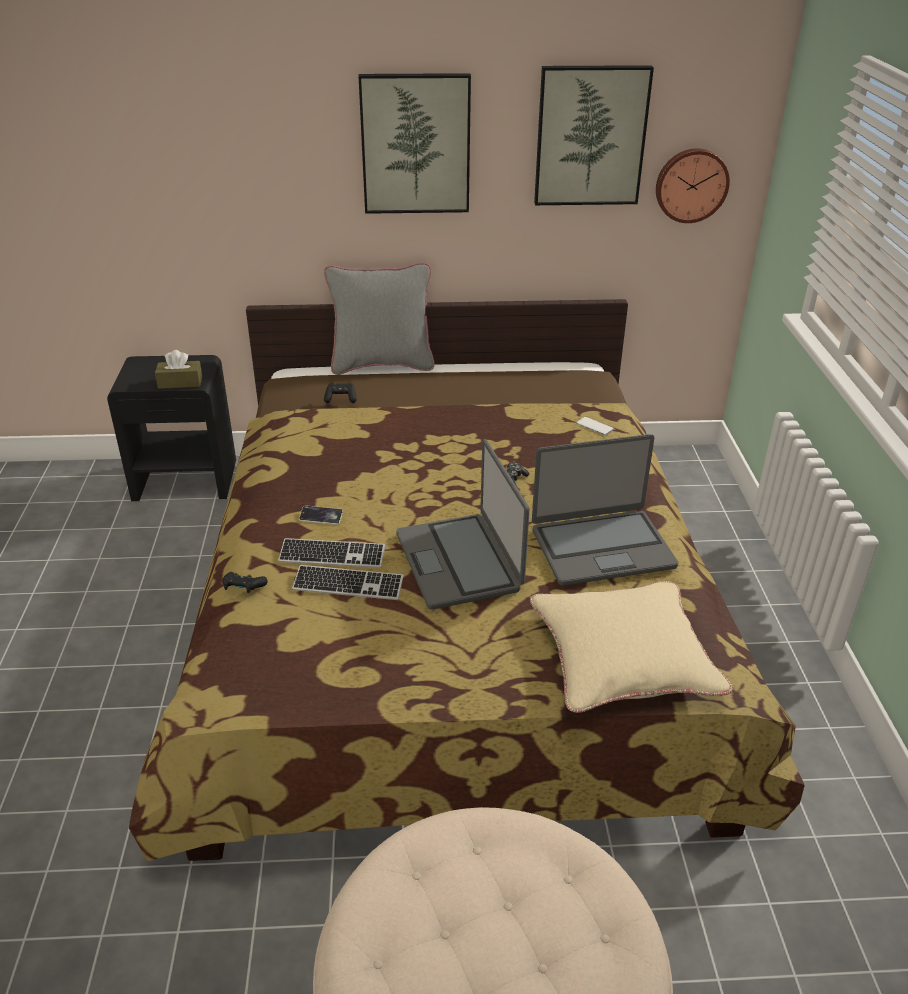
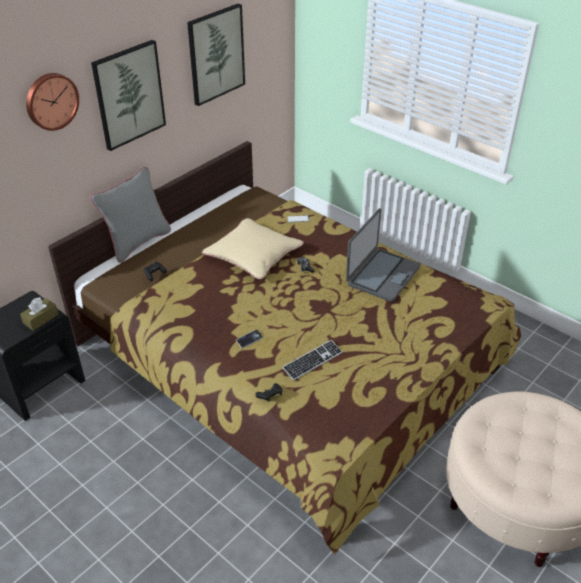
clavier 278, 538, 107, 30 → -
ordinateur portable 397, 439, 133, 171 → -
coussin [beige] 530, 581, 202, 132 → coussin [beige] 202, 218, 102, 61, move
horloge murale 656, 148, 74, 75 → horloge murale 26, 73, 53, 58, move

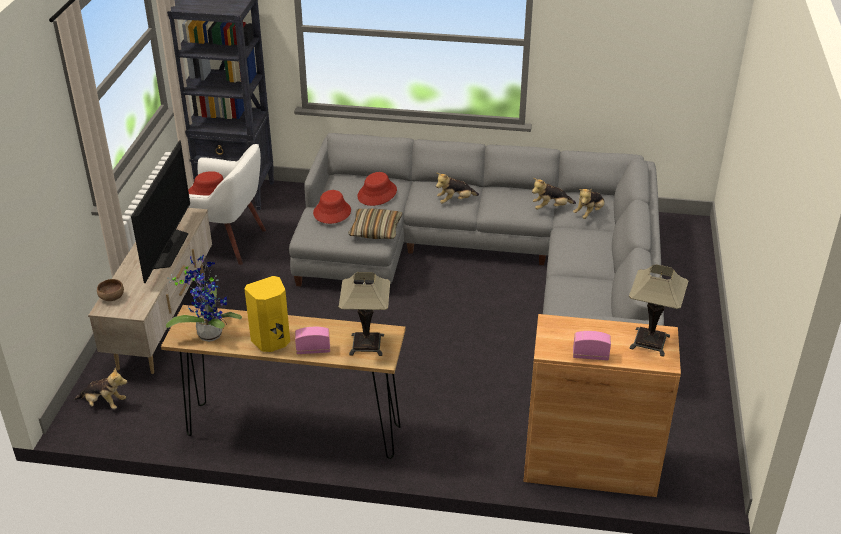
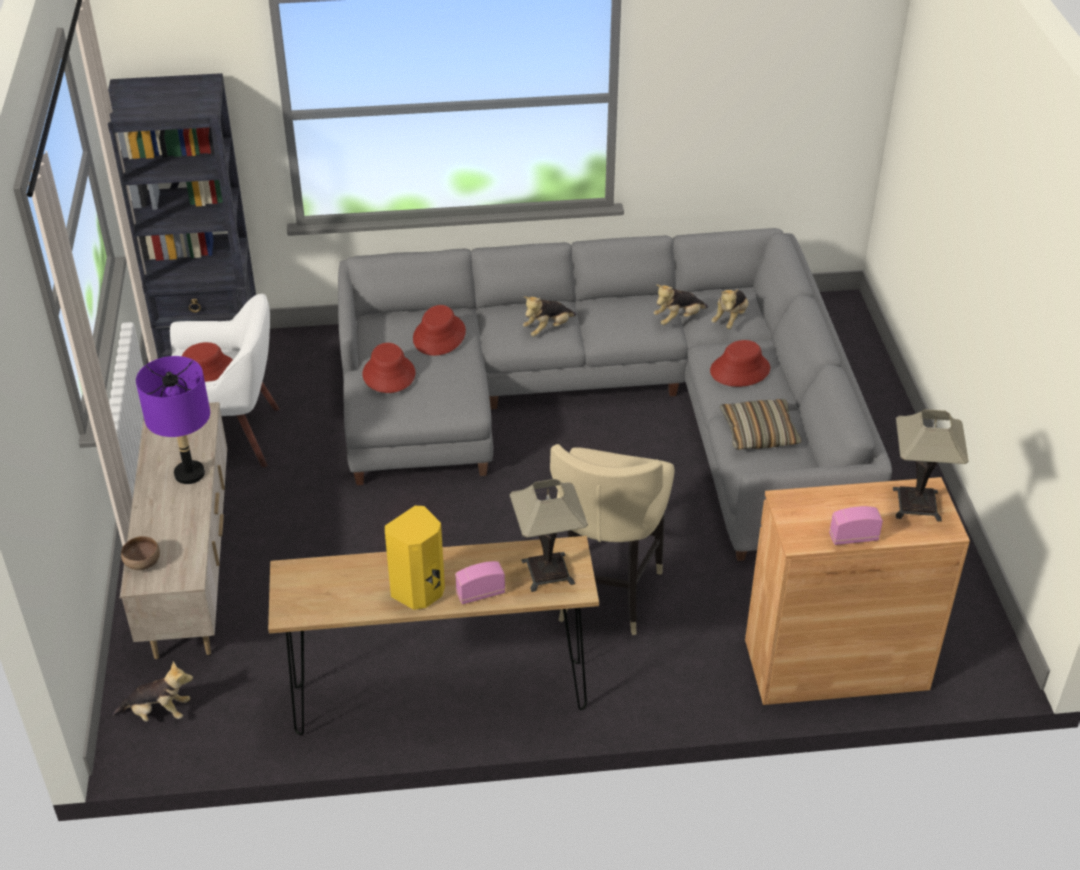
téléviseur 131, 140, 59, 143 → lampe de table [violet] 136, 356, 74, 128
plante en pot 166, 254, 76, 88 → -
coussin 348, 208, 54, 31 → coussin 720, 399, 81, 51, move
- → tabouret [beige] 550, 444, 124, 191
- → chapeau [rouge] 710, 340, 60, 47

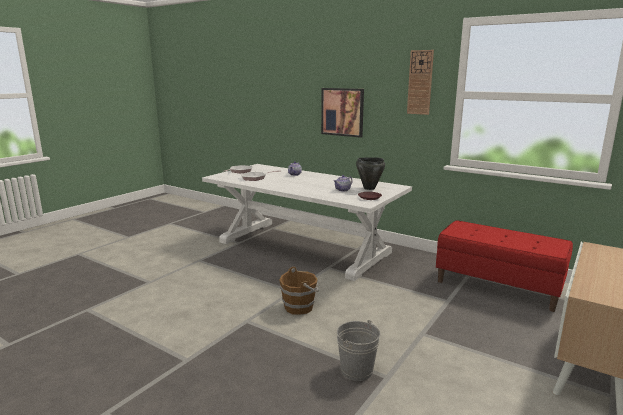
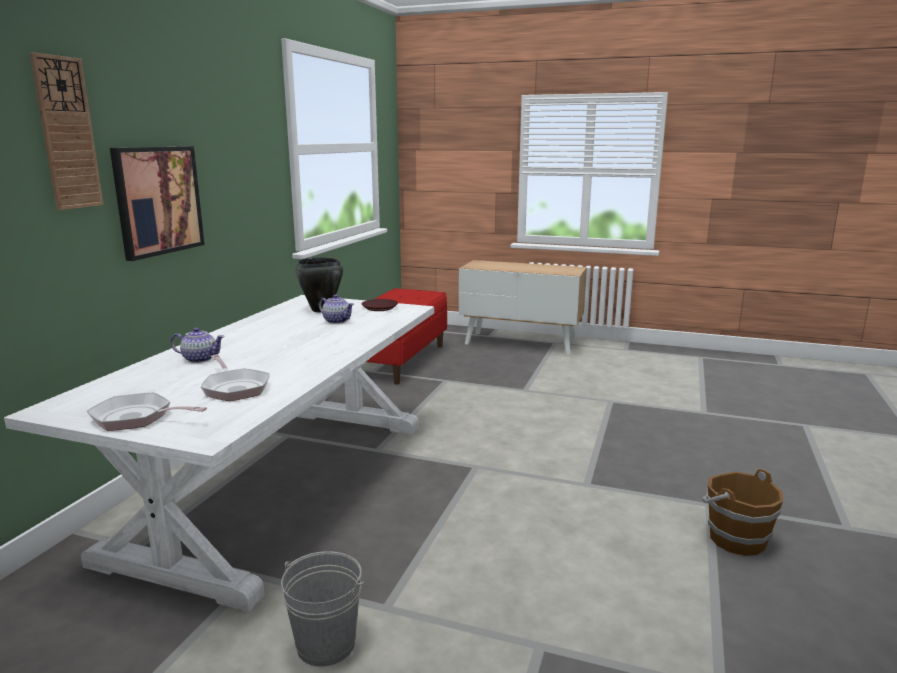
seau [marron] 279, 267, 40, 48 → seau [marron] 702, 469, 81, 87, move
seau [gris] 337, 320, 43, 61 → seau [gris] 281, 551, 83, 115, move
horloge murale 407, 50, 27, 65 → horloge murale 30, 52, 73, 158, move

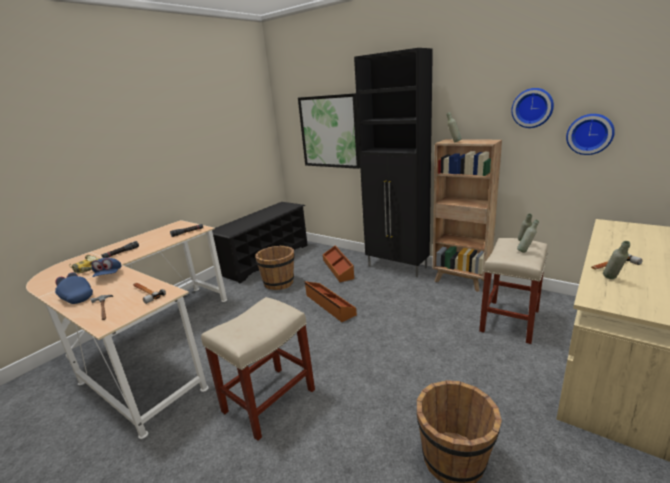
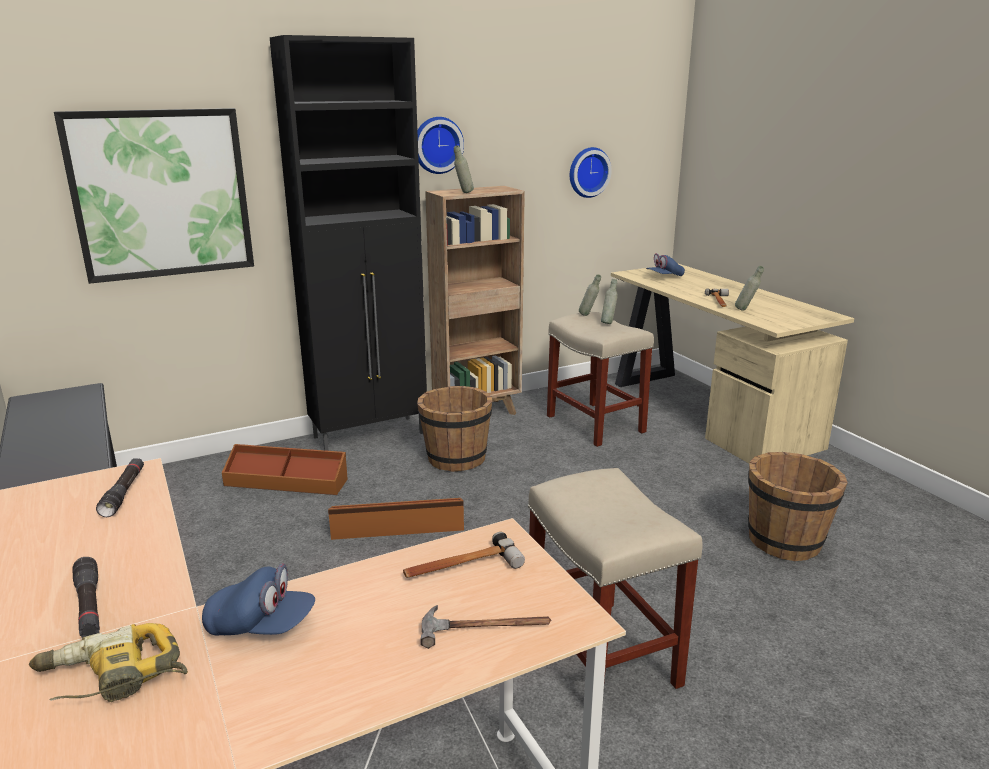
casquette [bleu] 55, 272, 38, 32 → casquette [bleu] 646, 253, 39, 23, move
seau [marron] 255, 246, 39, 44 → seau [marron] 417, 386, 75, 86, move
horloge murale 511, 88, 43, 40 → horloge murale 417, 117, 47, 57, move

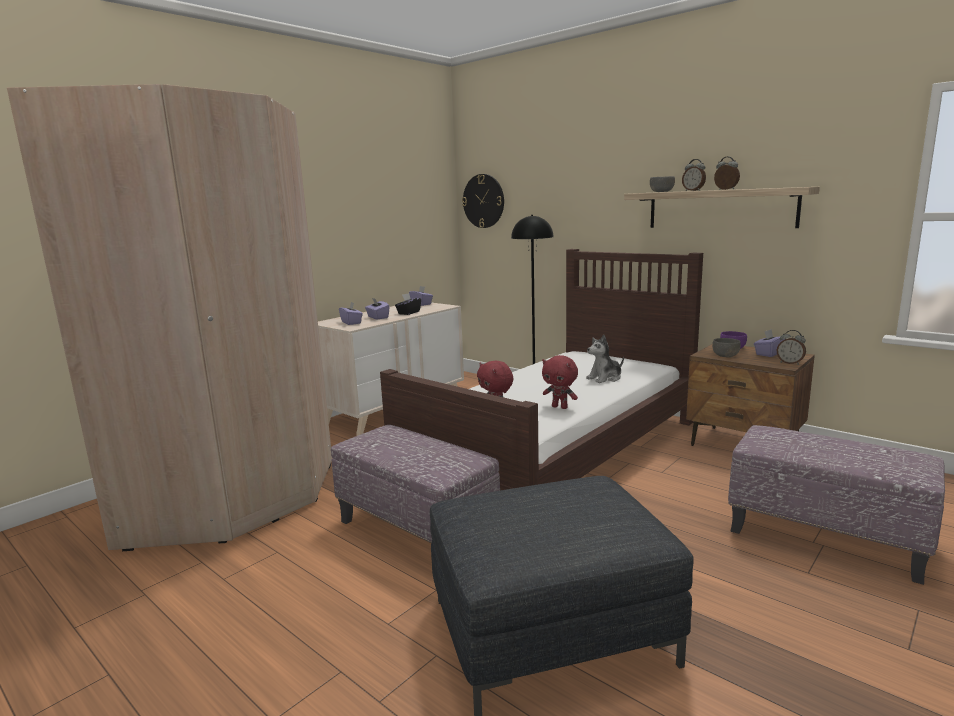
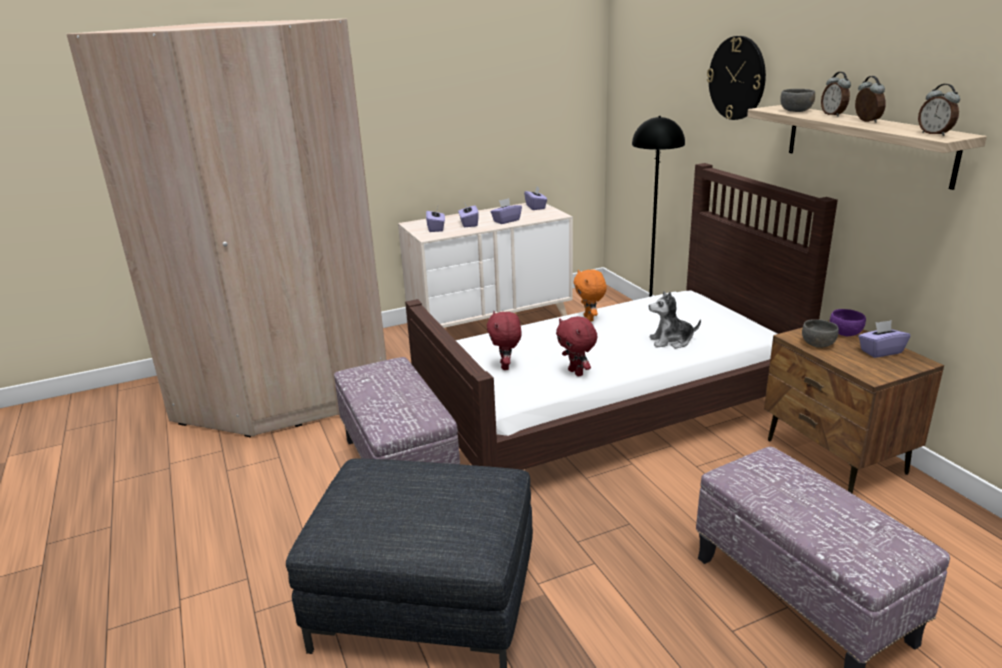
boîte à mouchoirs [noir] 395, 293, 26, 22 → boîte à mouchoirs [violet] 490, 198, 32, 26
horloge murale 462, 174, 42, 54 → horloge murale 707, 36, 59, 84, move
réveil 777, 330, 29, 35 → réveil 918, 84, 42, 52, move
- → peluche [orange] 574, 269, 33, 53

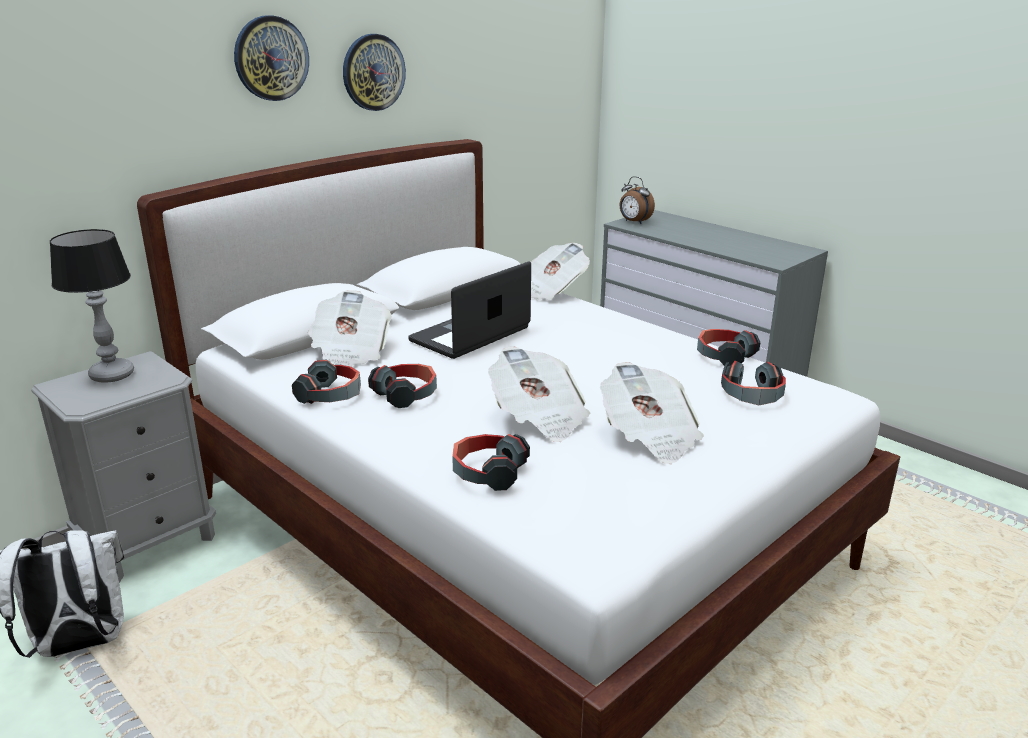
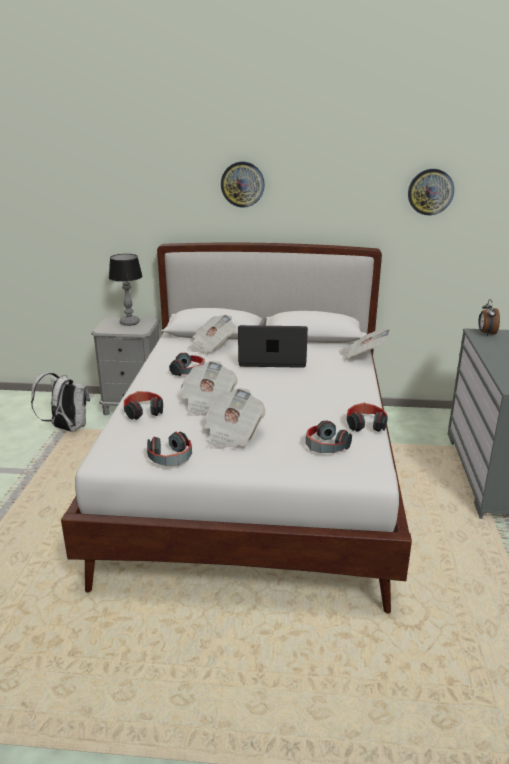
casque audio 292, 360, 69, 44 → casque audio 147, 432, 45, 34, move
horloge murale 343, 34, 63, 77 → horloge murale 408, 169, 46, 46, move

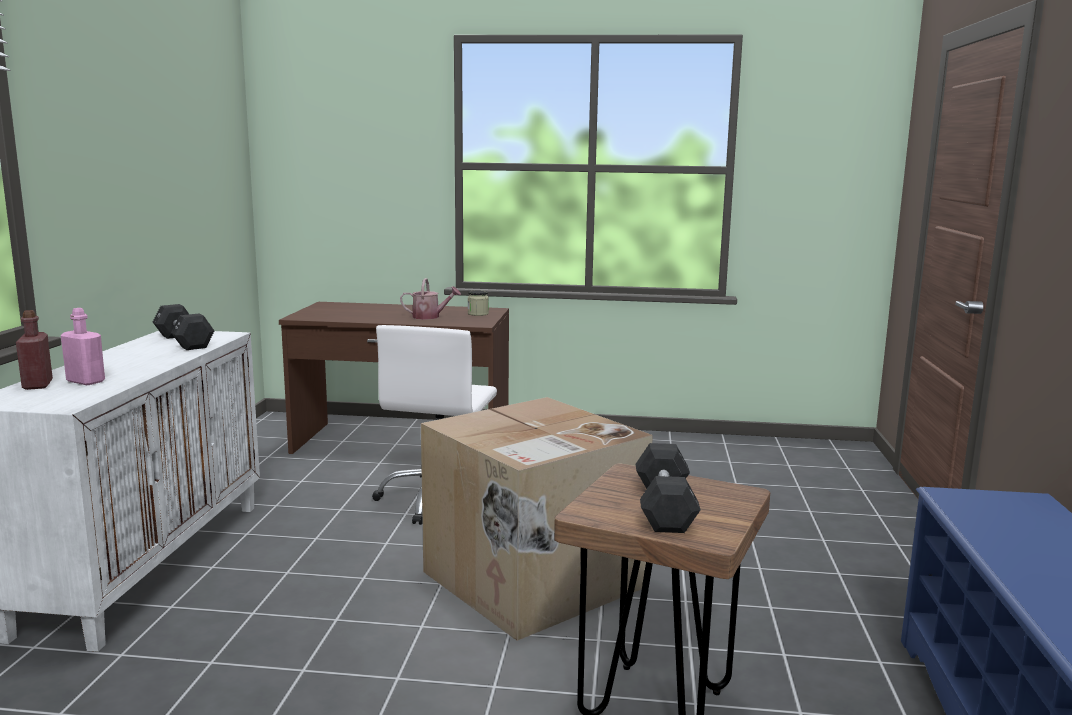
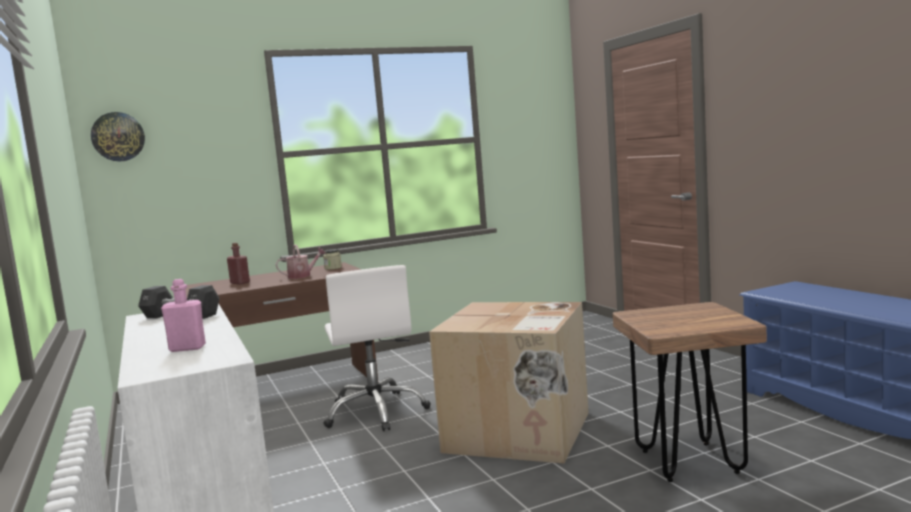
bouteille [rouge] 16, 310, 37, 80 → bouteille [rouge] 227, 243, 23, 42, move
haltère [noir] 636, 443, 65, 90 → -
- → horloge murale 91, 112, 54, 50

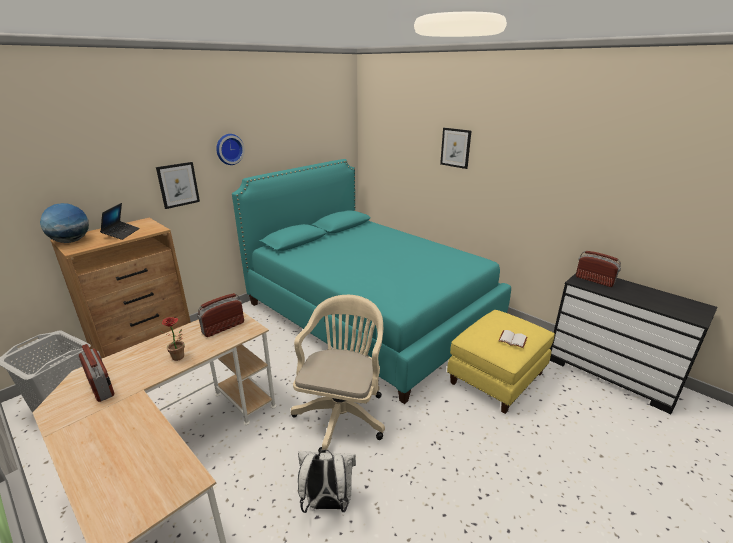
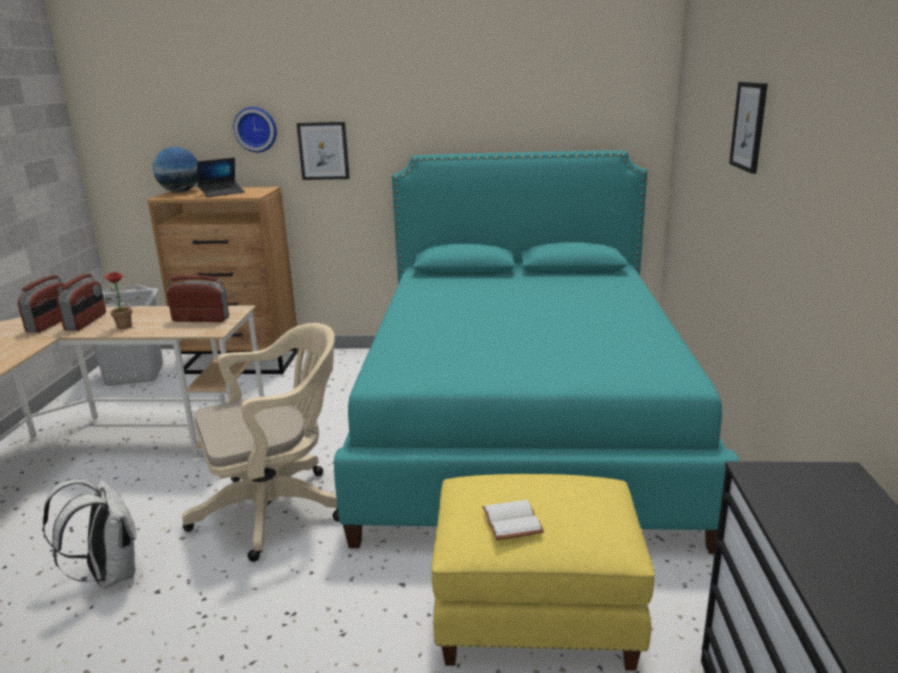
horloge murale 216, 134, 29, 31 → horloge murale 233, 107, 44, 46, move
radio 576, 251, 45, 36 → radio 57, 274, 49, 57, move

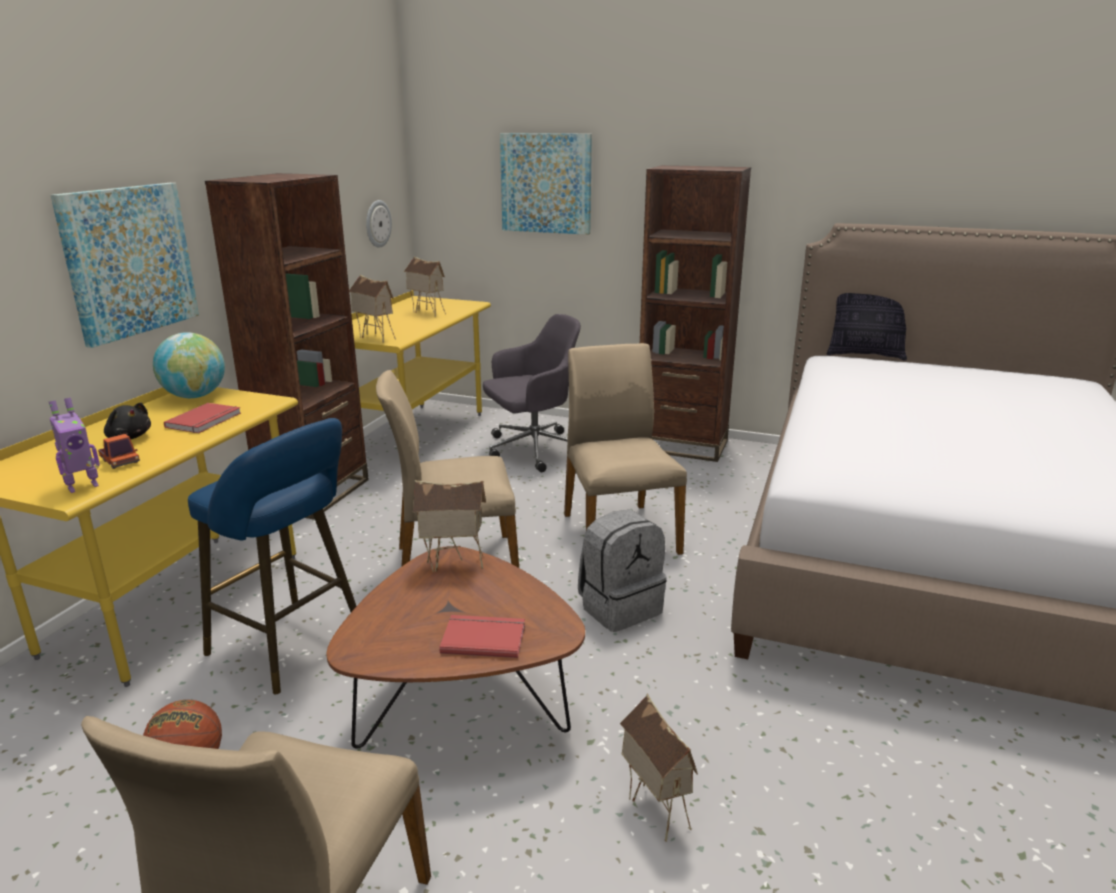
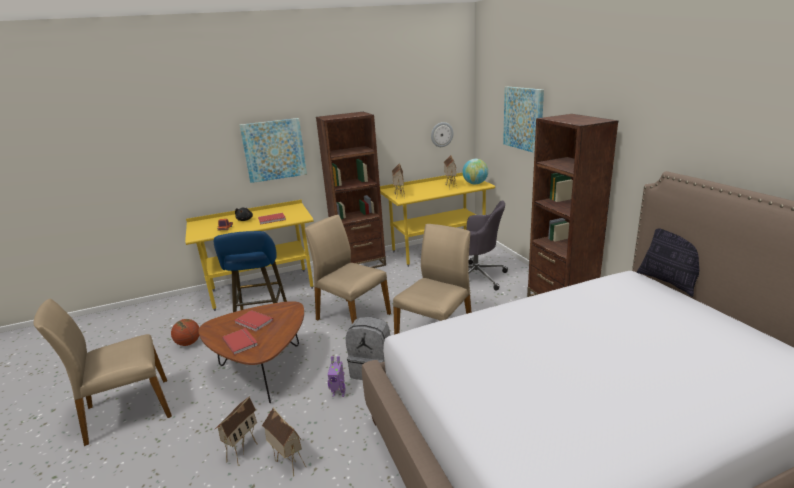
robot jouet 49, 398, 51, 95 → robot jouet 328, 356, 18, 41, move
globe 153, 332, 72, 66 → globe 462, 159, 26, 25, move
maison miniature 413, 480, 73, 92 → maison miniature 262, 407, 44, 70, move
- → livre [rouge] 234, 310, 39, 21

